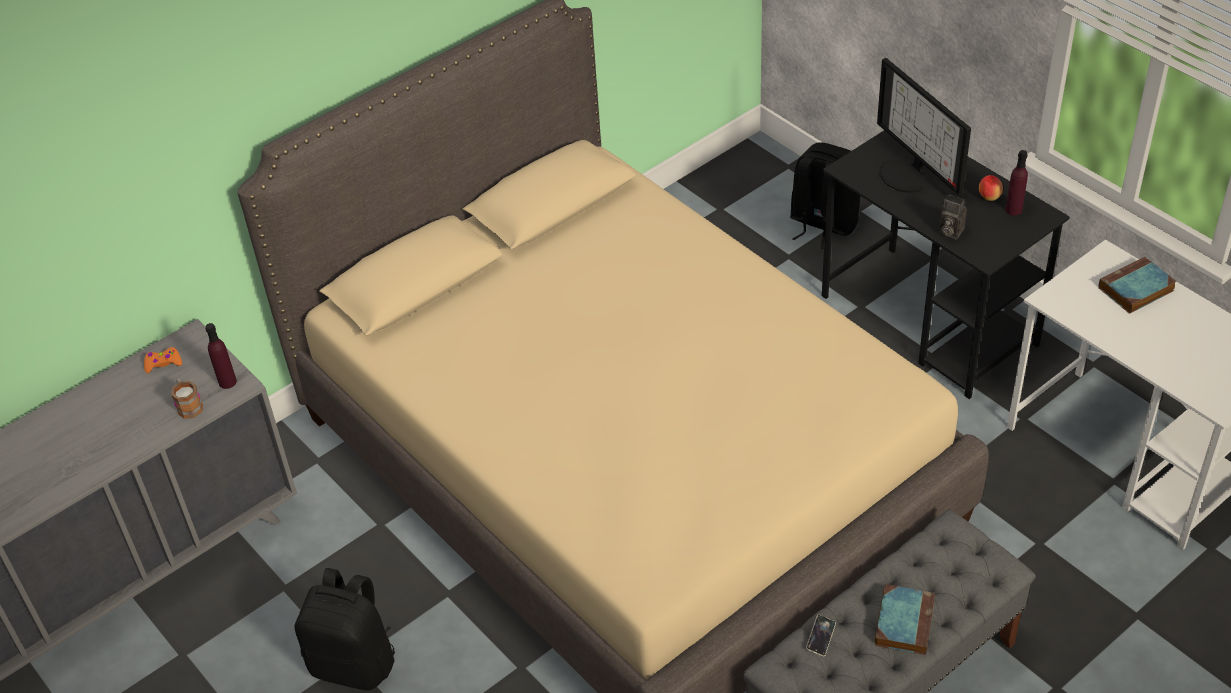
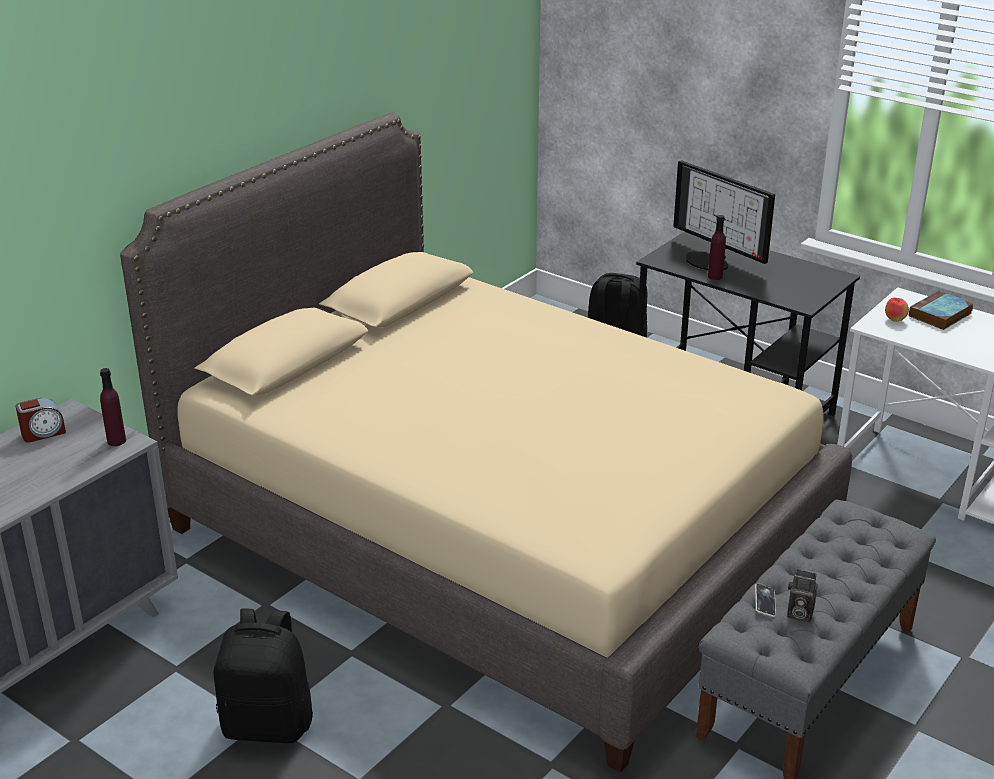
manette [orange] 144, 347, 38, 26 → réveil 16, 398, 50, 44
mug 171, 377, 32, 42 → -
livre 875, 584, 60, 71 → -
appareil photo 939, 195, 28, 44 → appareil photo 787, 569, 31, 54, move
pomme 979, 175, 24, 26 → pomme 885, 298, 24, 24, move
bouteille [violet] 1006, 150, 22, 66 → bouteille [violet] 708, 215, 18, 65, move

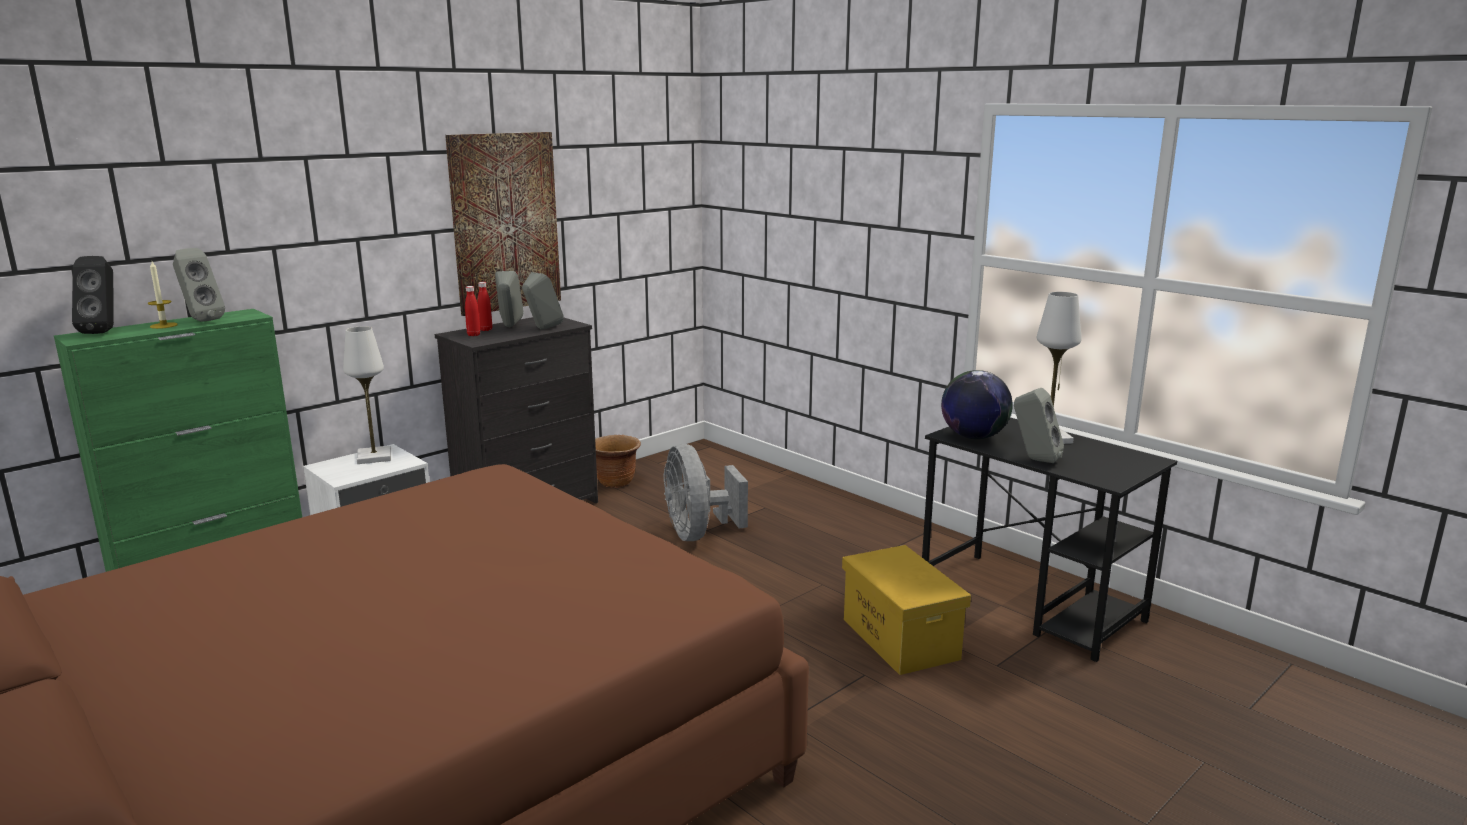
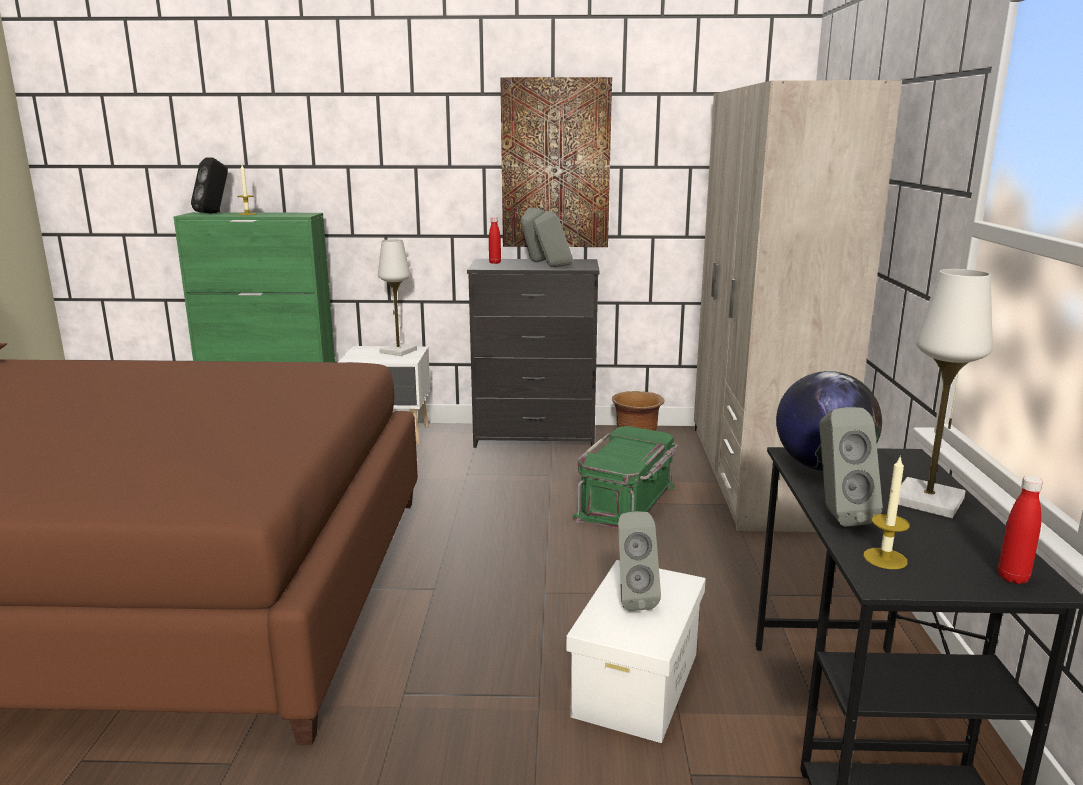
enceinte [gris] 173, 248, 52, 74 → enceinte [gris] 618, 511, 43, 100, move
bouteille [rouge] 477, 282, 15, 49 → bouteille [rouge] 998, 476, 45, 108, move
ventilateur [gris] 664, 444, 84, 97 → boîte de rangement [vert] 572, 426, 106, 103
boîte de rangement [jaune] 842, 545, 129, 130 → boîte de rangement [blanc] 566, 560, 140, 183
- → armoire [beige] 694, 80, 208, 452
- → bougie 863, 455, 47, 114

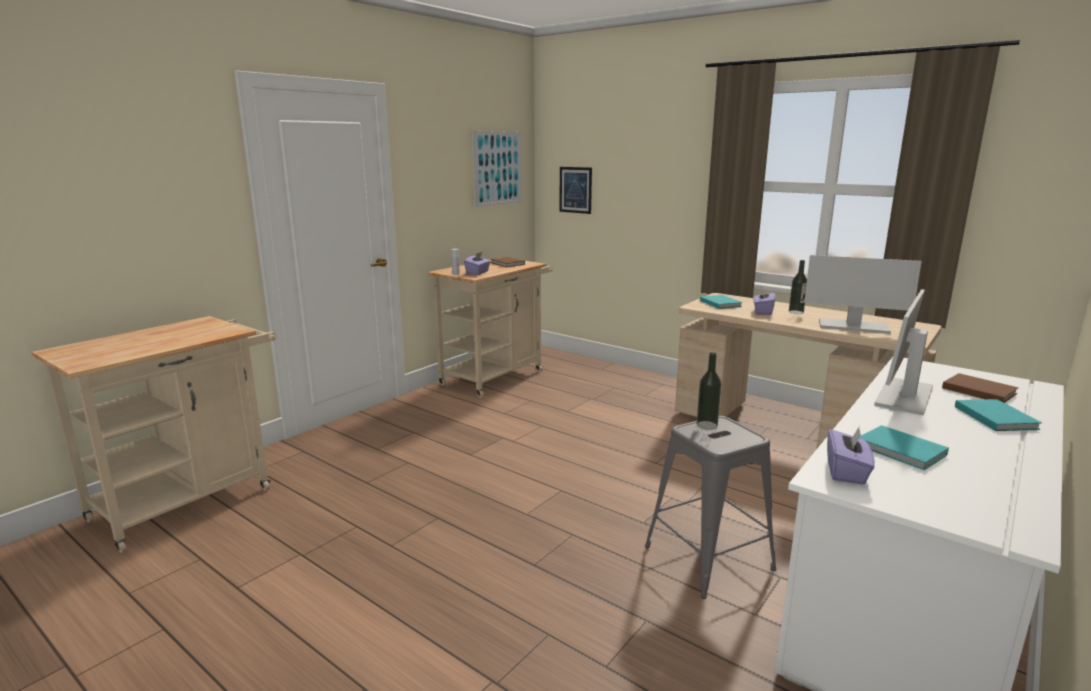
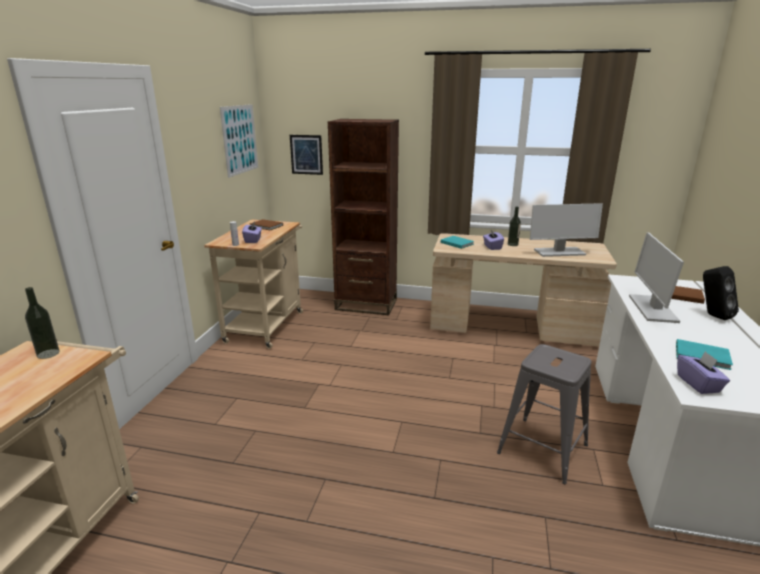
bouteille 697, 352, 24, 78 → bouteille 25, 287, 35, 72, move
livre [turquoise] 955, 399, 87, 32 → enceinte [noir] 703, 266, 36, 54
- → bibliothèque [marron] 328, 119, 71, 196

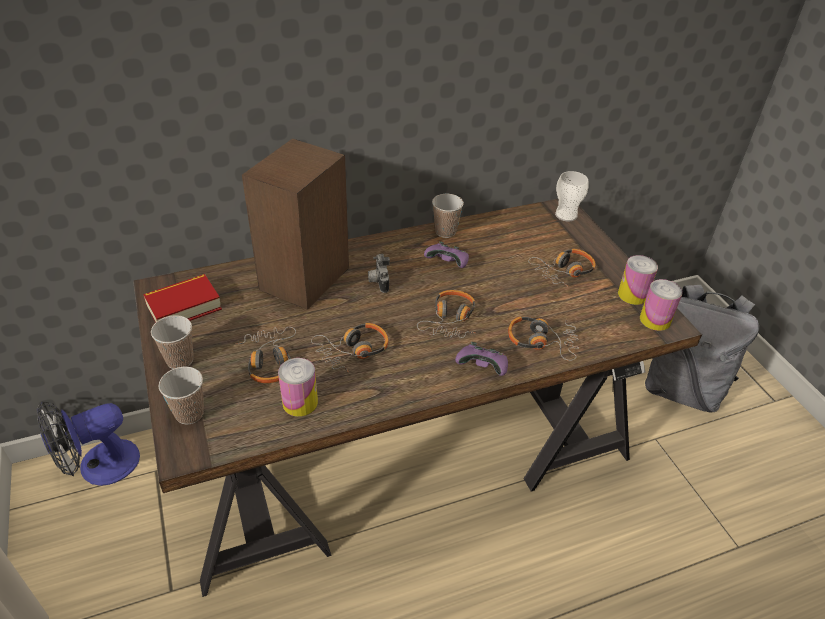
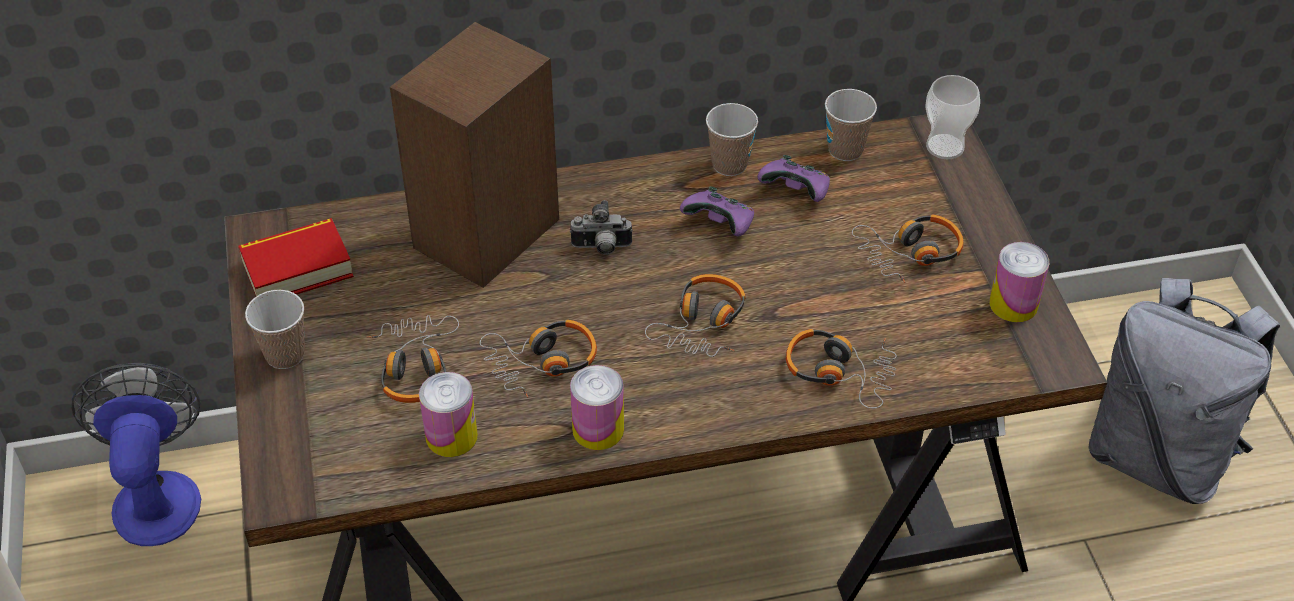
ventilateur 36, 401, 104, 85 → ventilateur 71, 363, 130, 183, 105 degrees clockwise
tasse 158, 367, 46, 58 → tasse 825, 89, 52, 72, move
appareil photo 368, 254, 22, 39 → appareil photo 570, 200, 62, 55, 90 degrees counterclockwise
manette [violet] 455, 342, 53, 34 → manette [violet] 757, 155, 73, 47, move
boîte métallique 640, 279, 43, 52 → boîte métallique 570, 365, 54, 85, move

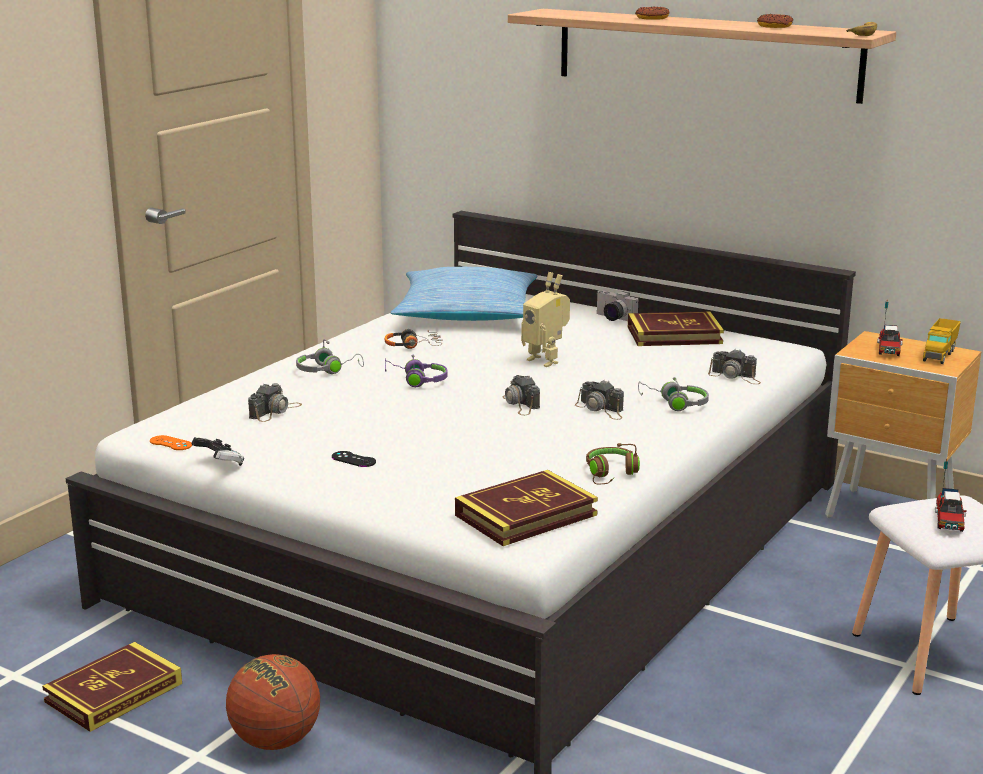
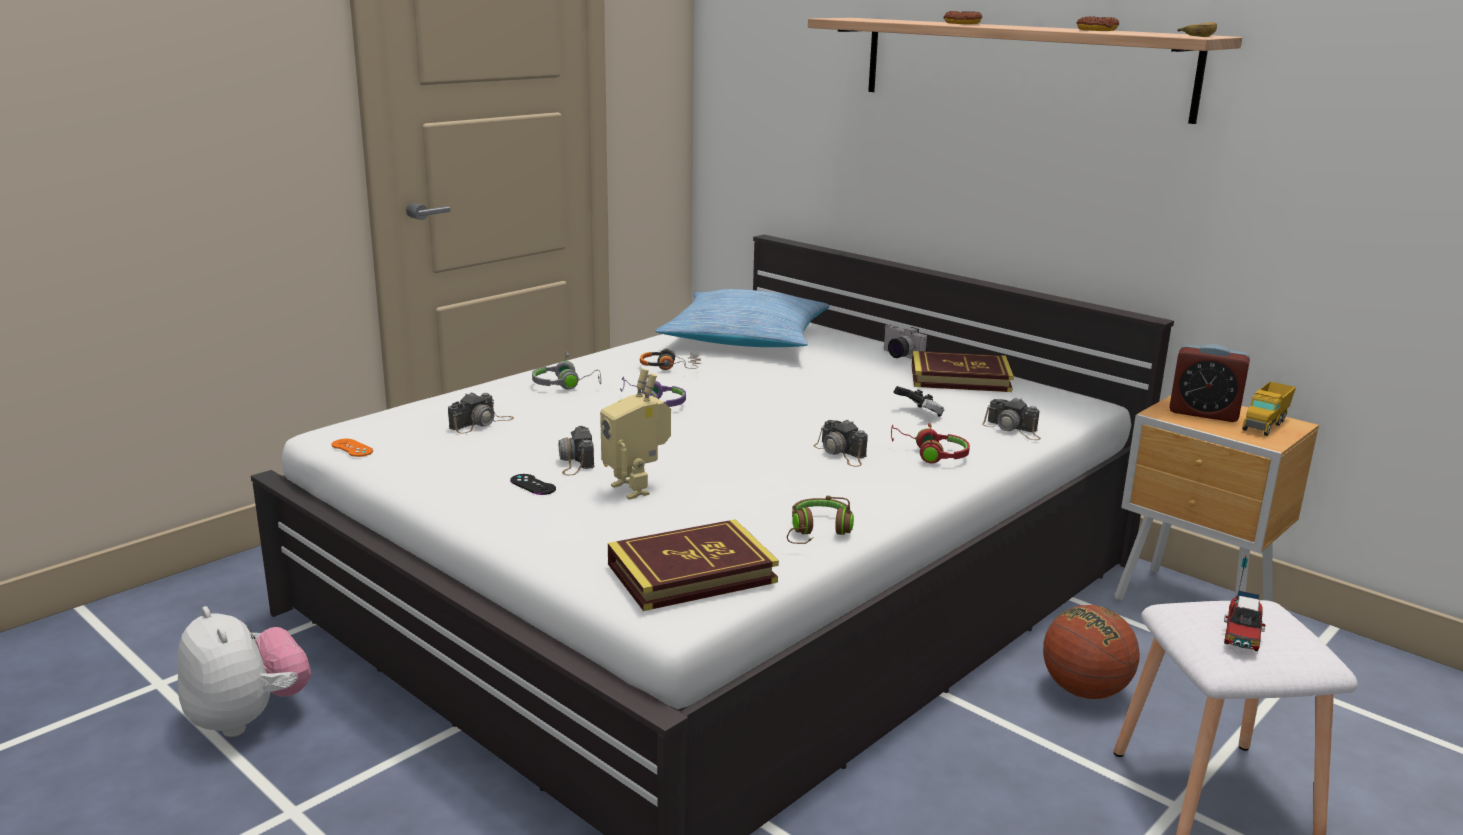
livre 42, 642, 140, 90 → peluche 177, 606, 135, 131
manette 191, 437, 53, 29 → manette 893, 386, 51, 31, move
ballon de basket 226, 654, 94, 96 → ballon de basket 1043, 605, 97, 94, move
appareil photo 502, 375, 38, 40 → appareil photo 559, 426, 36, 49, move
robot jouet 521, 272, 49, 95 → robot jouet 600, 368, 71, 132, move
casque audio [gris] 638, 377, 71, 34 → casque audio [rouge] 891, 423, 79, 40
camion jouet 877, 302, 26, 54 → réveil 1169, 344, 81, 78

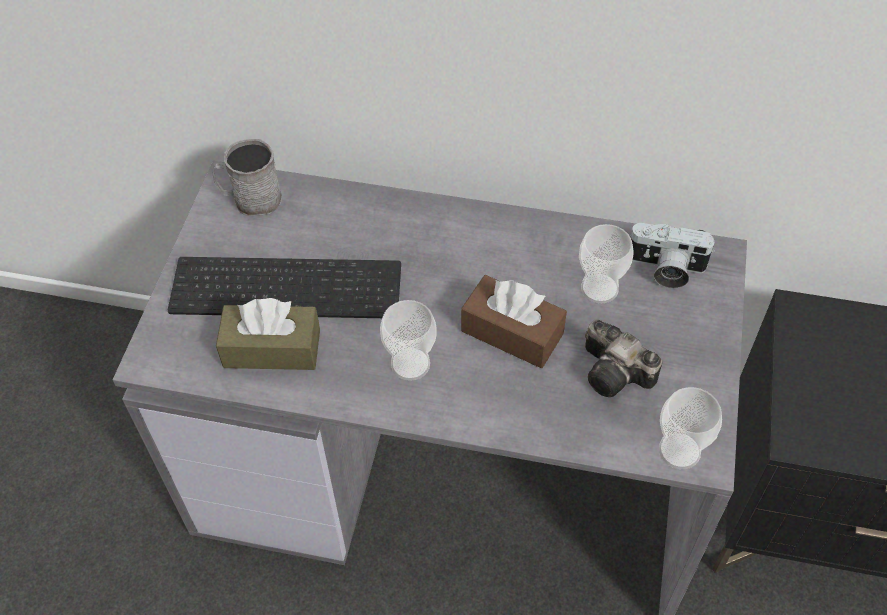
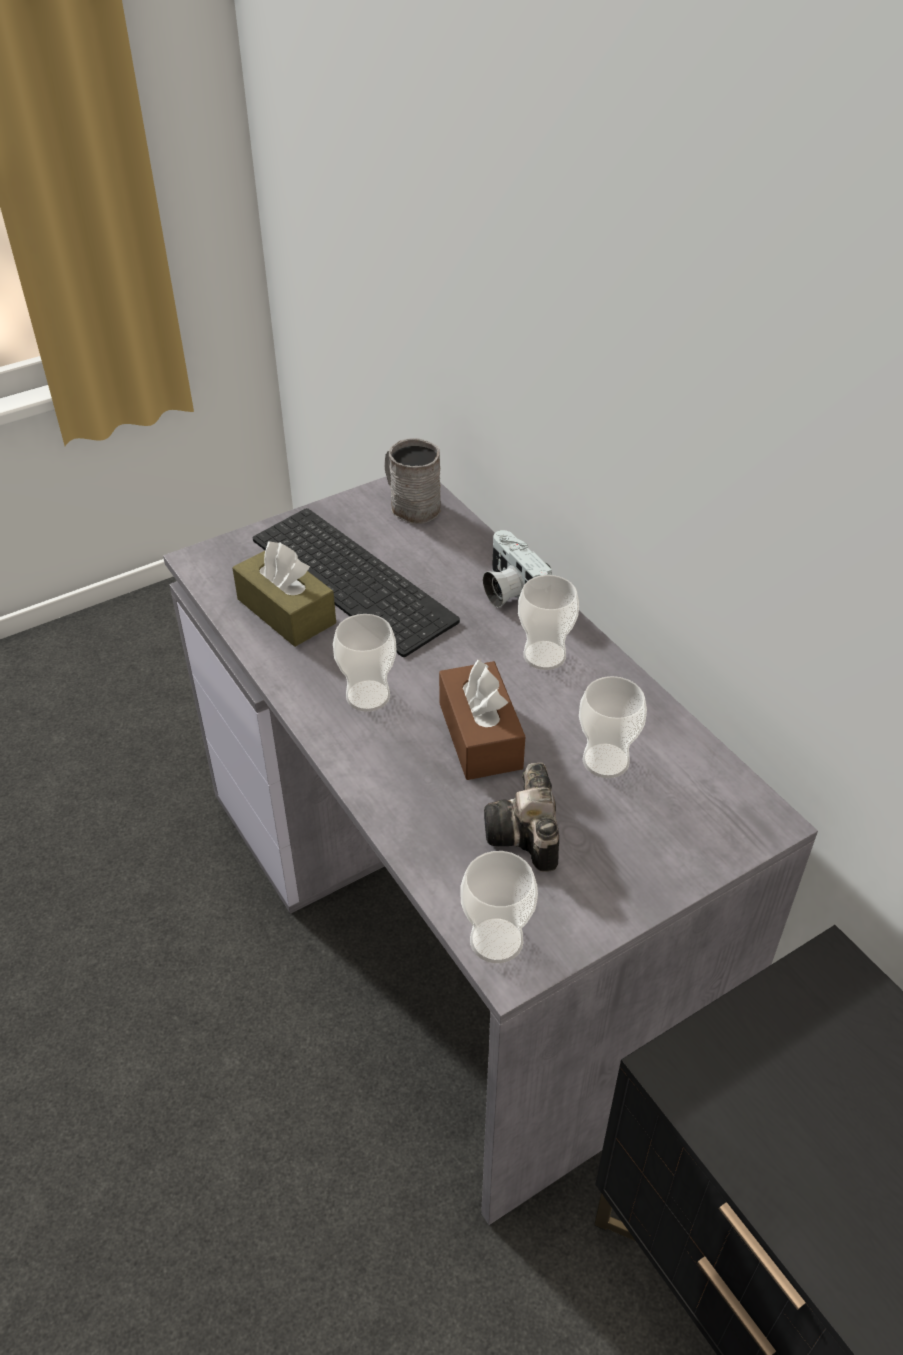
appareil photo 629, 223, 86, 65 → appareil photo 483, 530, 69, 78, move
- → tasse 518, 575, 61, 95

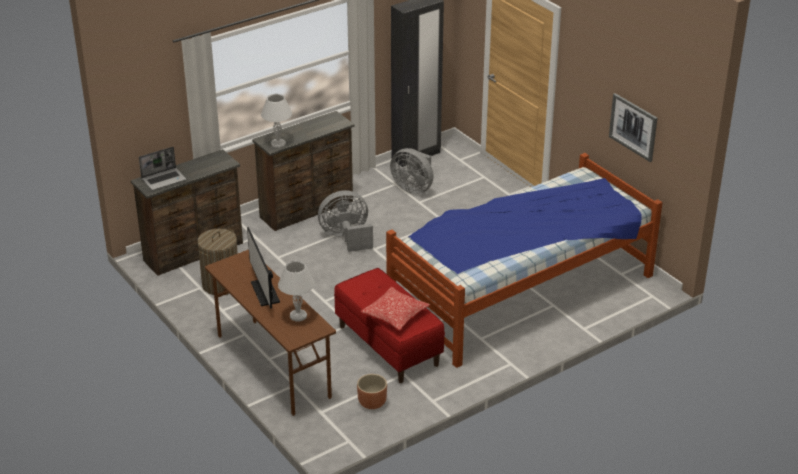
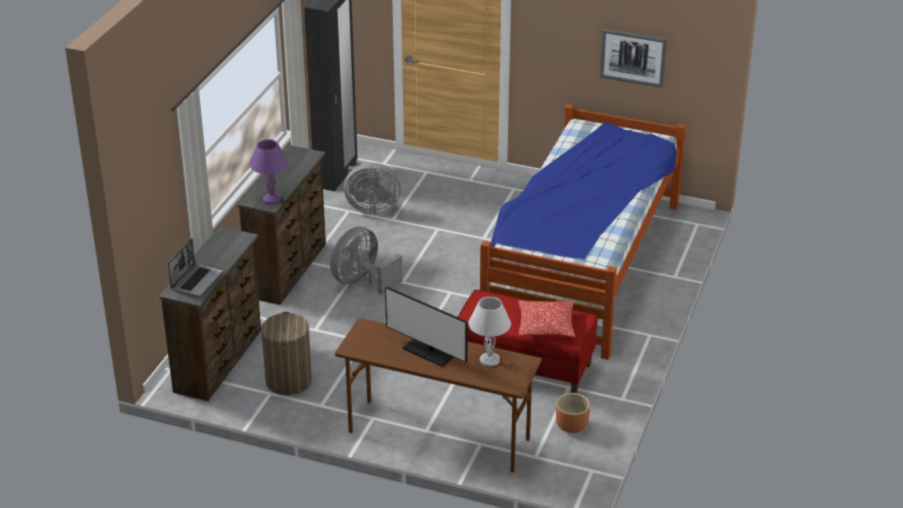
lampe de table [blanc] 261, 94, 31, 54 → lampe de table [violet] 250, 139, 38, 65

